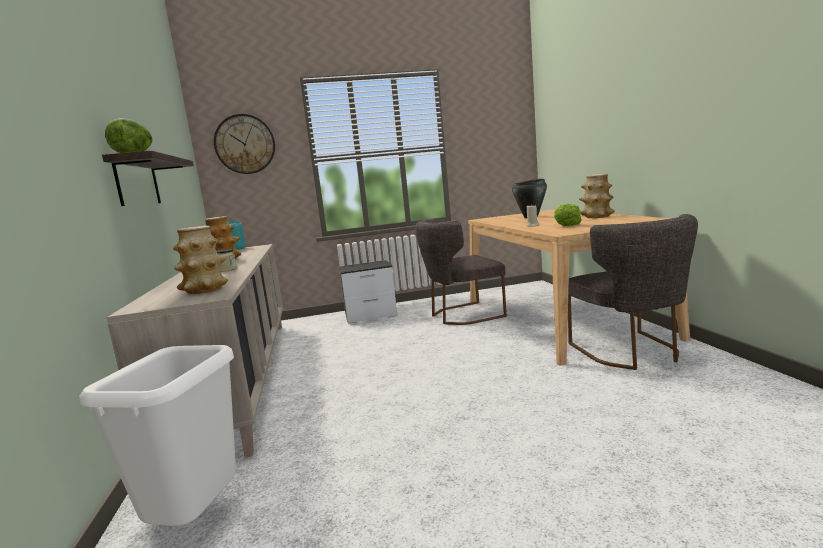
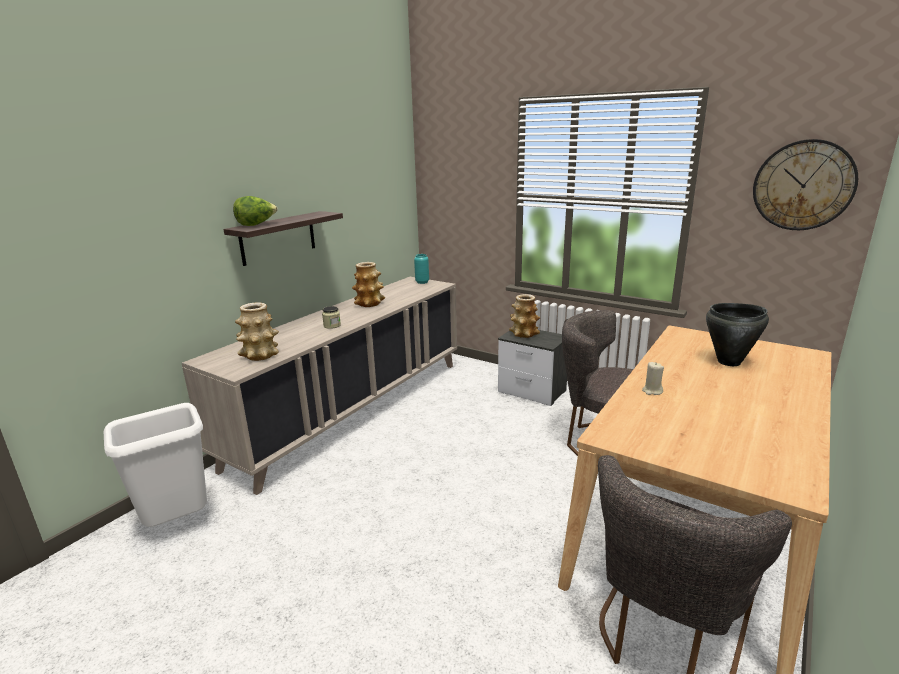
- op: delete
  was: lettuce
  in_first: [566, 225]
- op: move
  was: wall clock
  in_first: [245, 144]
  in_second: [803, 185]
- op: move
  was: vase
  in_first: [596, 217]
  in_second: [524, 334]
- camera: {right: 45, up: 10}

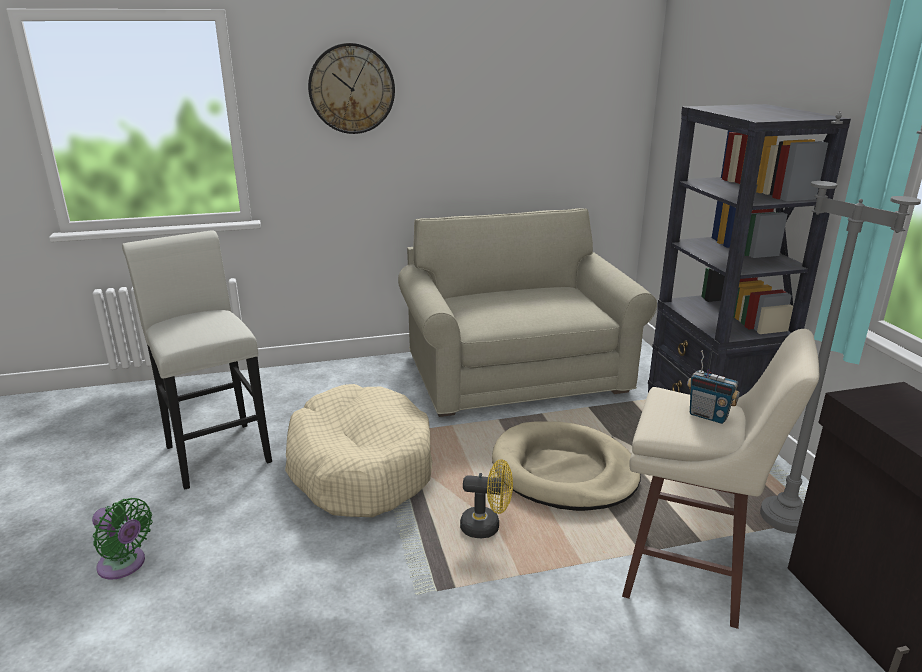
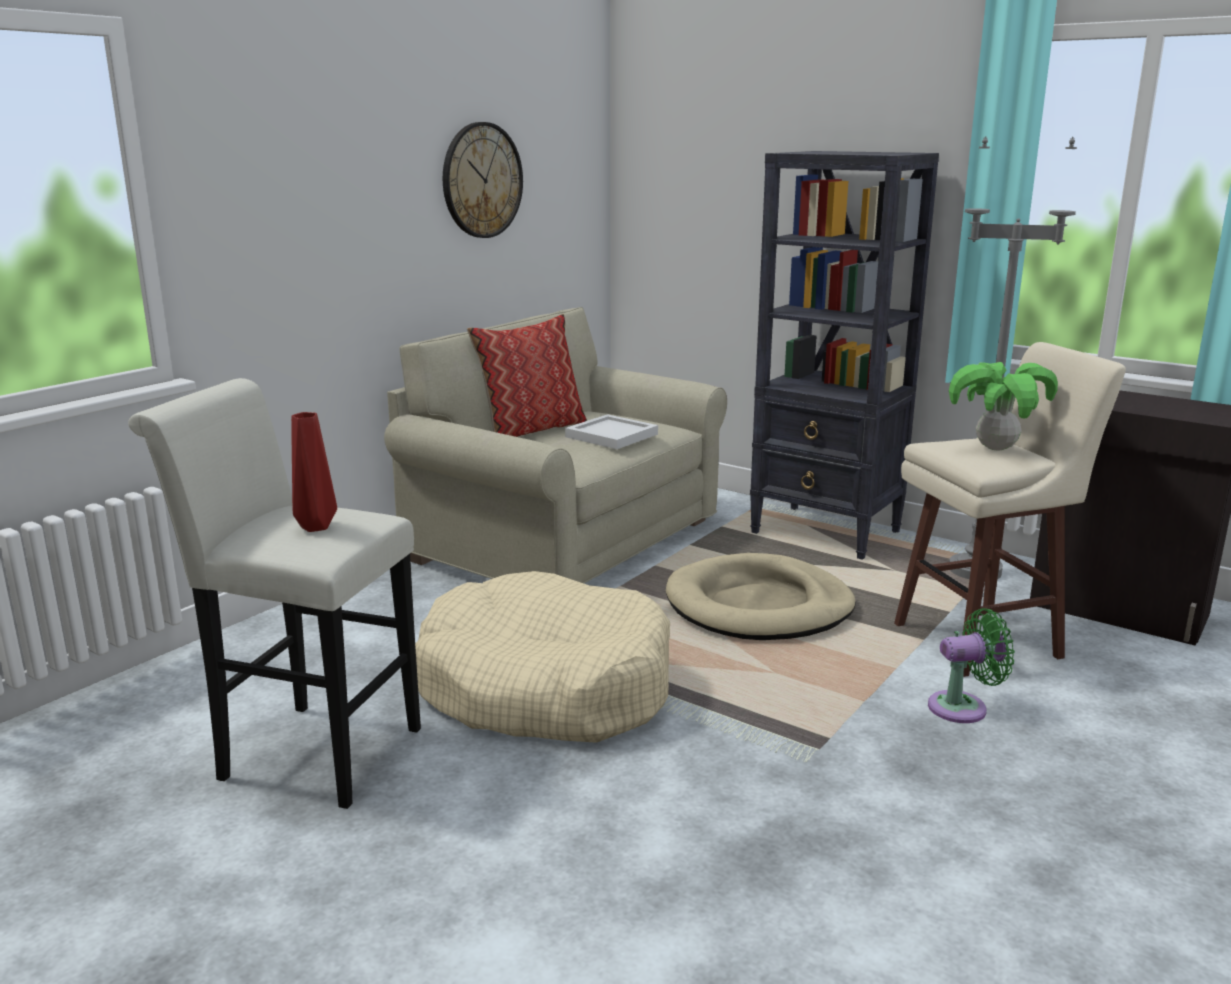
- op: delete
  was: fan (yellow)
  in_first: [487, 526]
- op: insert
  now: vase (red)
  in_second: [318, 527]
- op: insert
  now: pillow
  in_second: [531, 429]
- op: insert
  now: tray (white)
  in_second: [611, 435]
- op: move
  was: fan (green)
  in_first: [124, 565]
  in_second: [963, 707]
- op: move
  was: wall clock
  in_first: [351, 89]
  in_second: [482, 180]
- op: replace
  was: radio
  now: potted plant
  in_first: [708, 416]
  in_second: [995, 448]
- camera: {right: -40, up: -5}

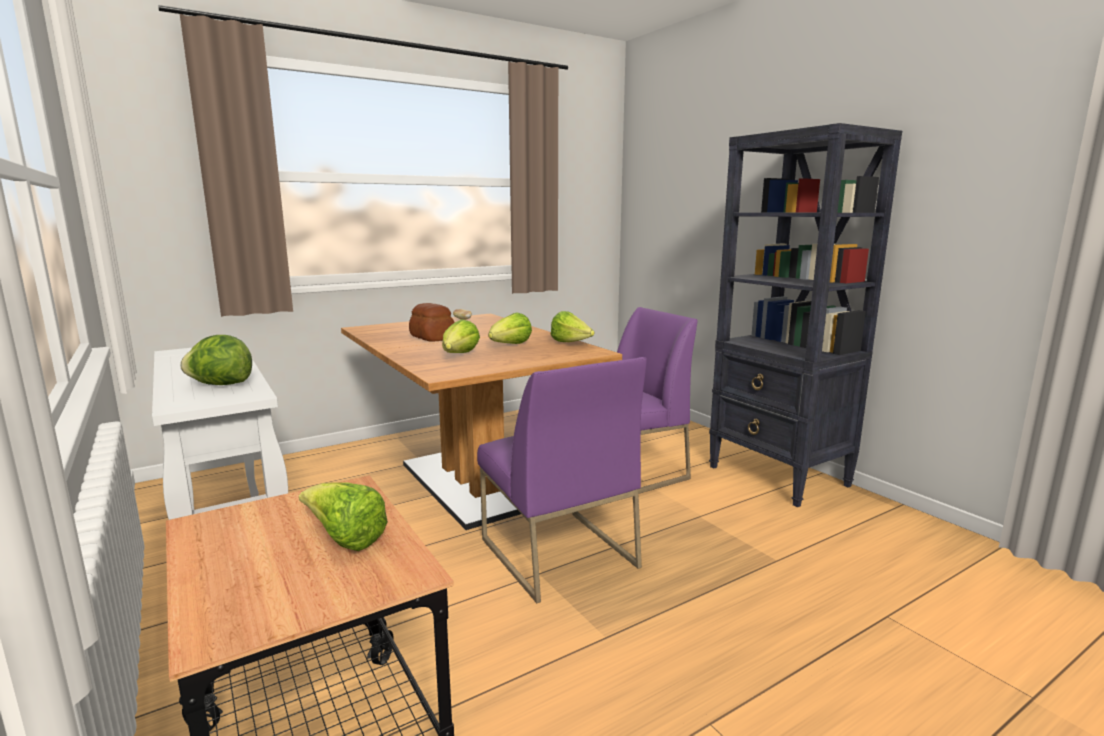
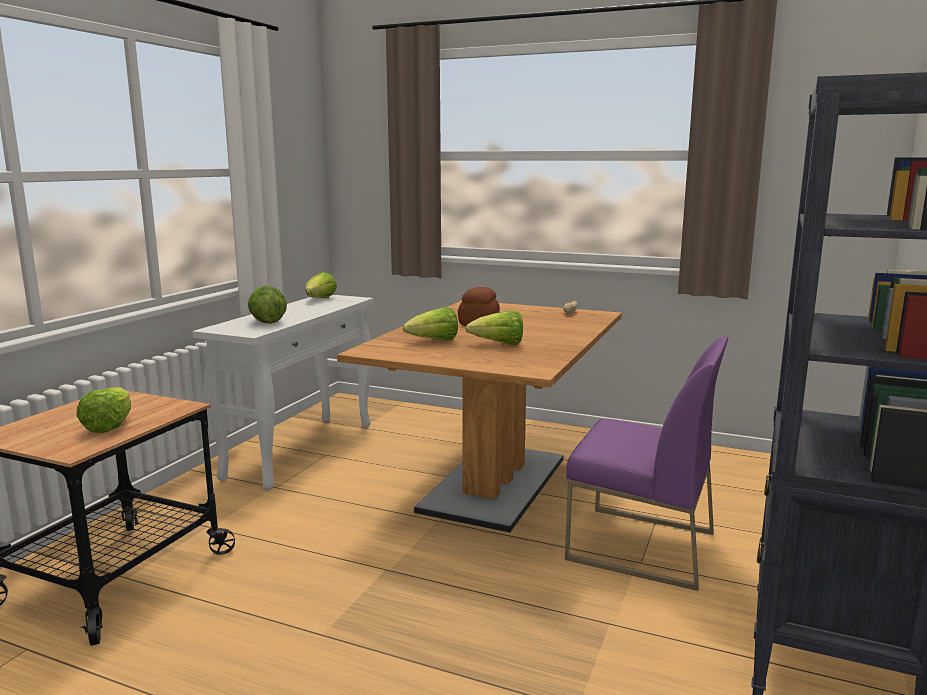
- op: delete
  was: chair (purple)
  in_first: [556, 552]
- op: move
  was: lettuce
  in_first: [571, 343]
  in_second: [320, 299]
- camera: {right: 55, up: 0}

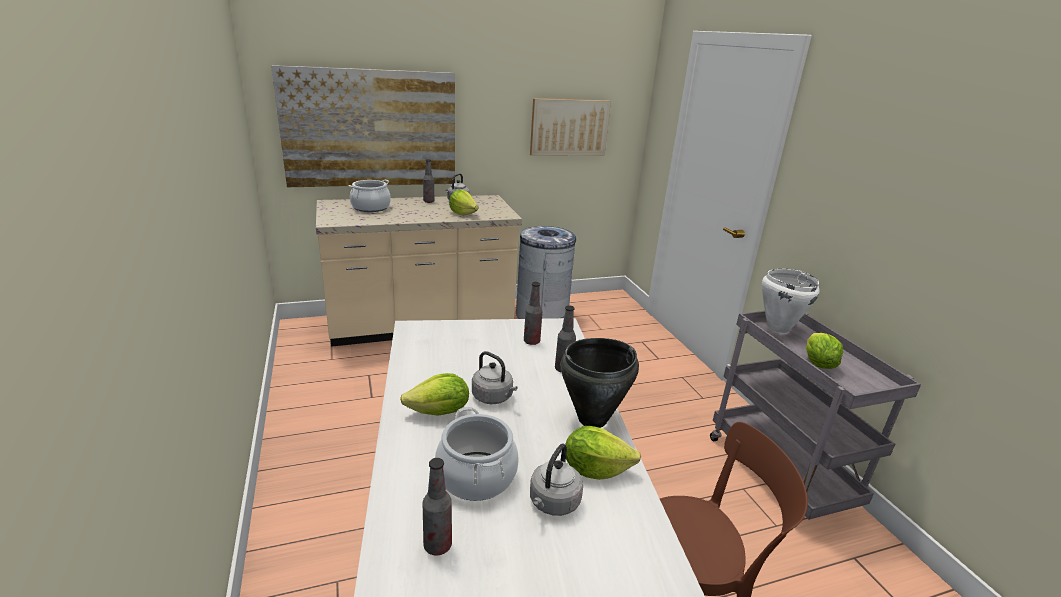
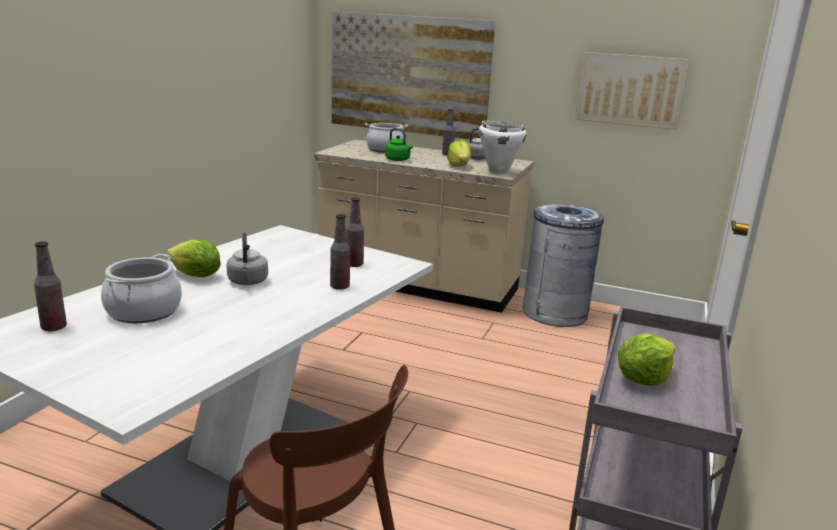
- op: delete
  was: kettle (grey)
  in_first: [553, 503]
- op: delete
  was: cooking pot (black)
  in_first: [593, 419]
- op: delete
  was: lettuce
  in_first: [595, 469]
- op: insert
  now: kettle (green)
  in_second: [398, 160]
- op: move
  was: cooking pot (white)
  in_first: [777, 328]
  in_second: [498, 172]
- camera: {right: 40, up: -5}

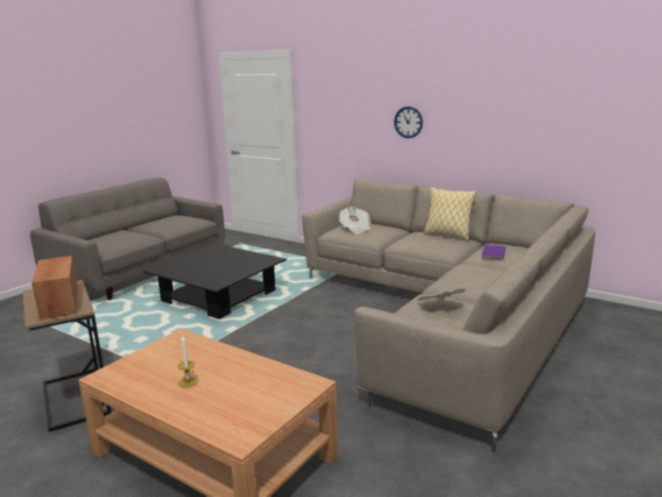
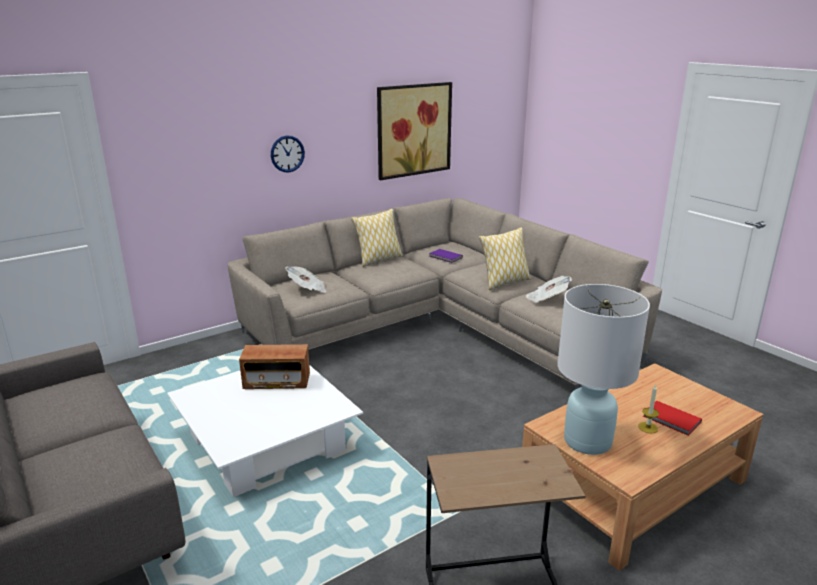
- op: insert
  now: picture
  in_second: [414, 130]
- op: insert
  now: pillow
  in_second: [504, 282]
- op: insert
  now: table lamp (white)
  in_second: [587, 441]
- op: insert
  now: book (red)
  in_second: [671, 420]
- op: move
  was: radio
  in_first: [59, 303]
  in_second: [277, 382]
- op: recolor
  was: coffee table (black)
  now: coffee table (white)
  in_first: [219, 295]
  in_second: [265, 443]
- camera: {right: -70, up: 5}

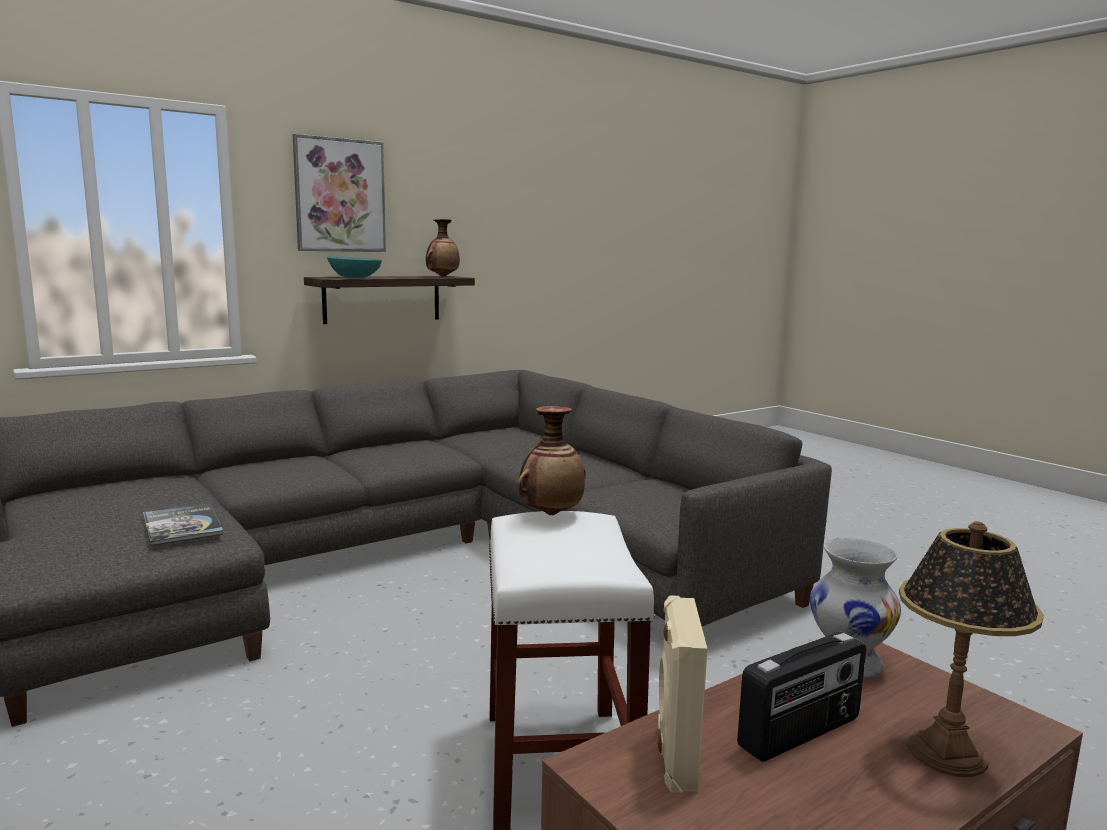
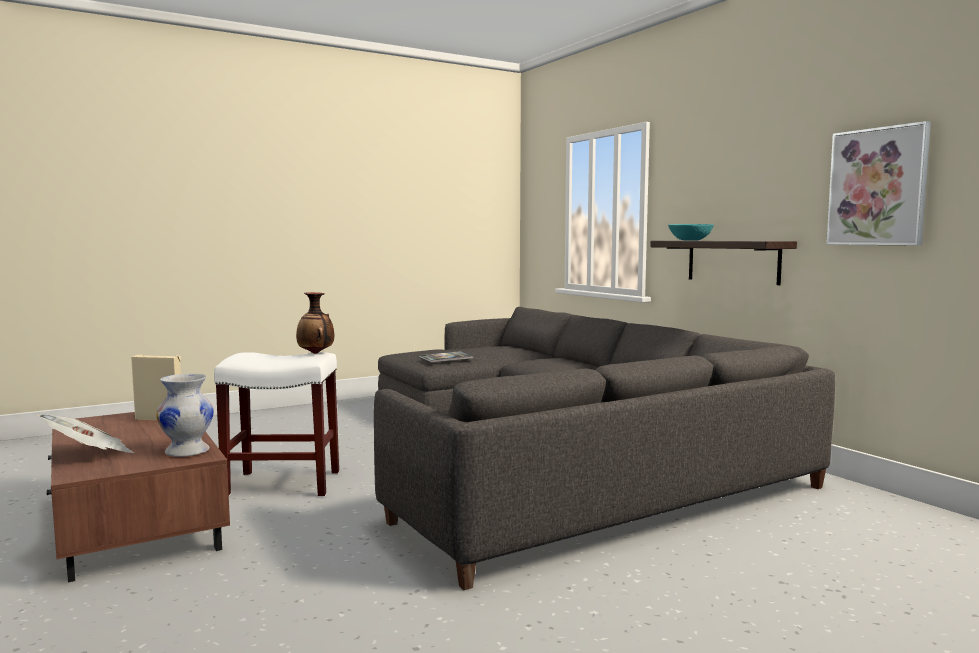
- op: delete
  was: vase
  in_first: [442, 276]
- op: delete
  was: radio
  in_first: [801, 733]
- op: move
  was: picture
  in_first: [339, 195]
  in_second: [877, 187]
- op: replace
  was: table lamp
  now: newspaper
  in_first: [946, 752]
  in_second: [89, 455]
- camera: {right: 95, up: -5}

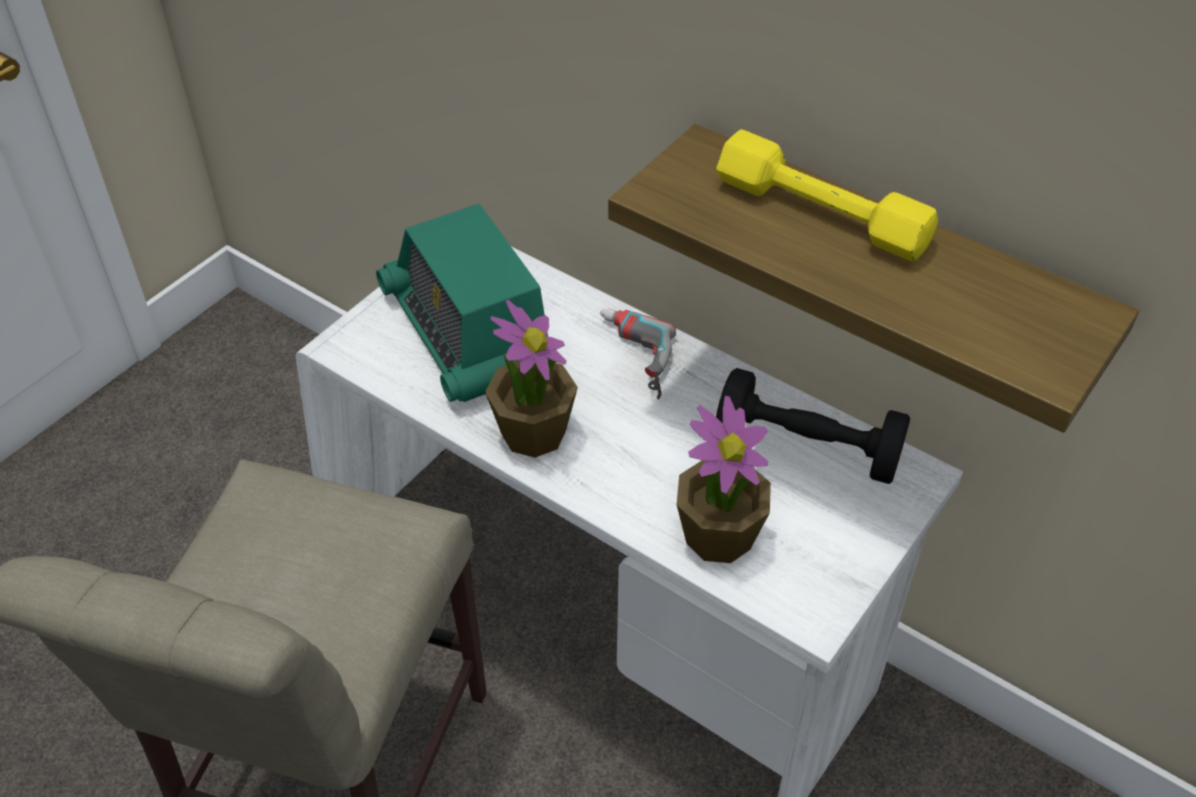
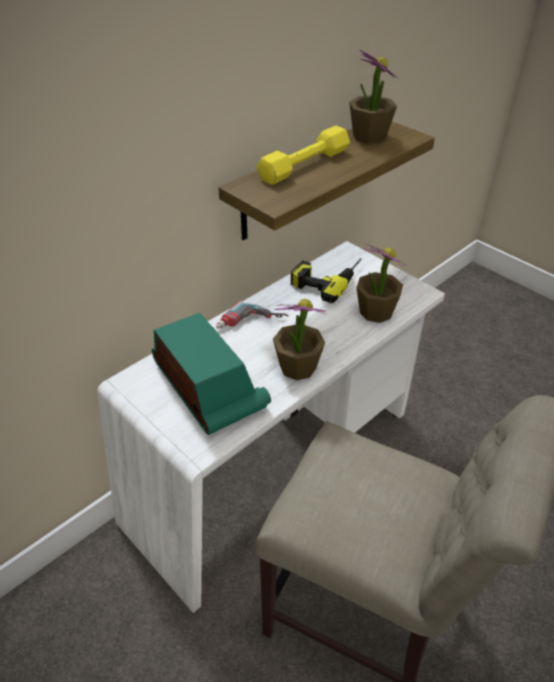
- op: insert
  now: potted plant
  in_second: [369, 136]
- op: replace
  was: dumbbell (black)
  now: power drill
  in_first: [807, 448]
  in_second: [326, 278]
- op: rotate
  was: radio
  in_first: [467, 332]
  in_second: [208, 387]
  clockwise: -105
- camera: {right: -80, up: -5}

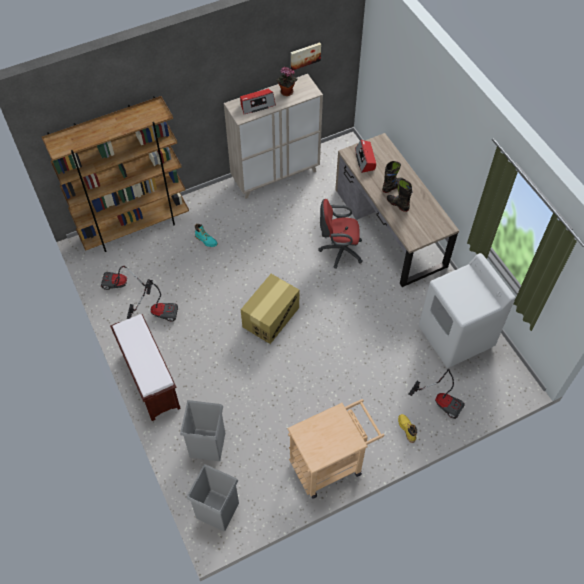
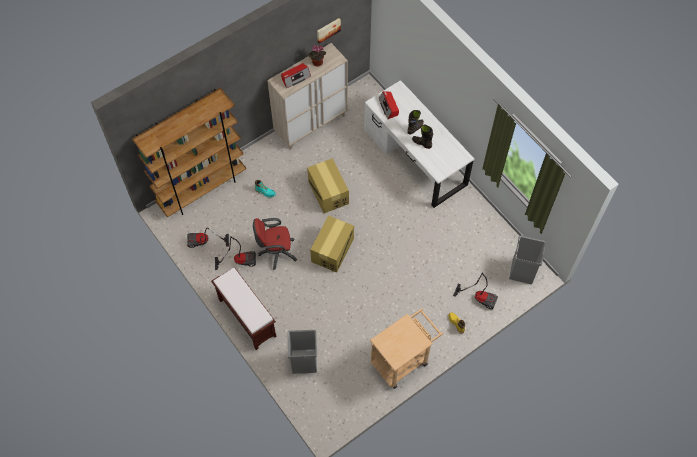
- op: delete
  was: washing machine (white)
  in_first: [456, 337]
- op: insert
  now: cardboard box
  in_second: [328, 192]
- op: move
  was: trash can (grey)
  in_first: [217, 510]
  in_second: [522, 271]
- op: move
  was: office chair (red)
  in_first: [339, 251]
  in_second: [276, 252]
- op: recolor
  was: desk (brown)
  now: desk (white)
  in_first: [390, 227]
  in_second: [415, 157]
- camera: {right: -10, up: 5}

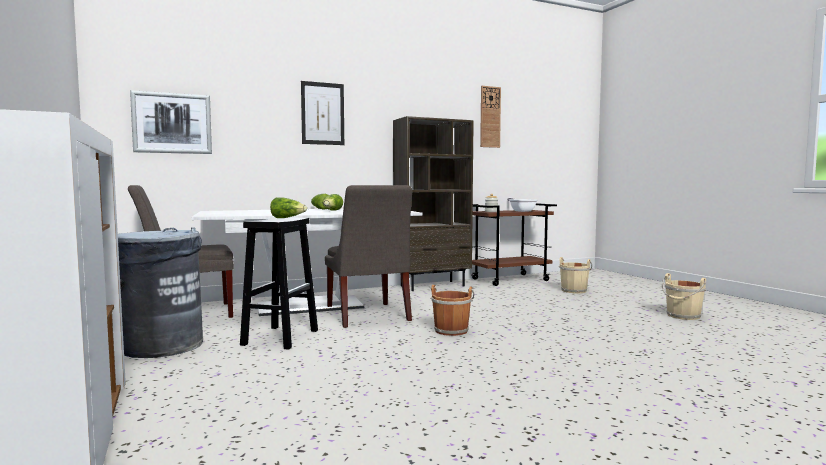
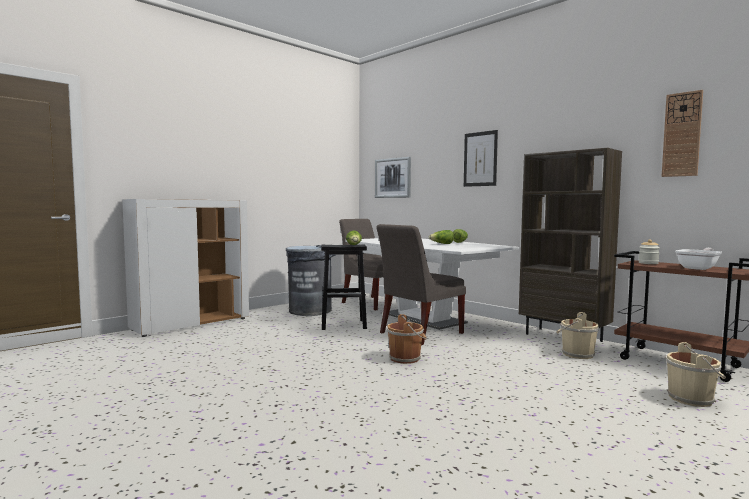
- op: move
  was: bucket (beige)
  in_first: [683, 316]
  in_second: [576, 354]
- camera: {right: 70, up: 0}

